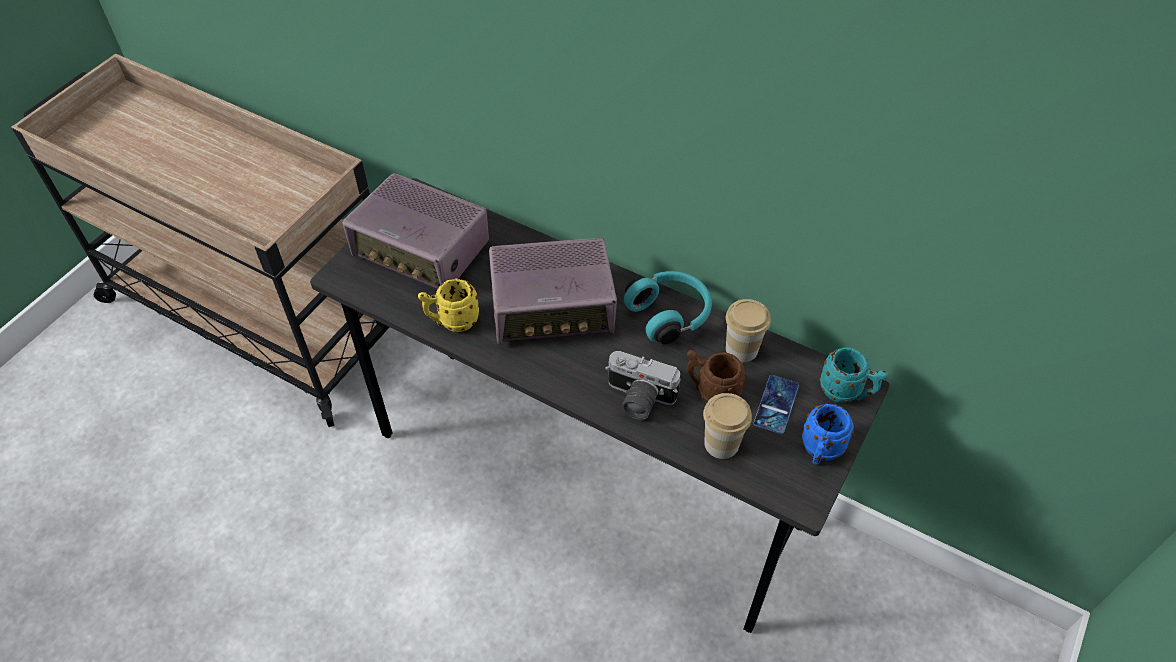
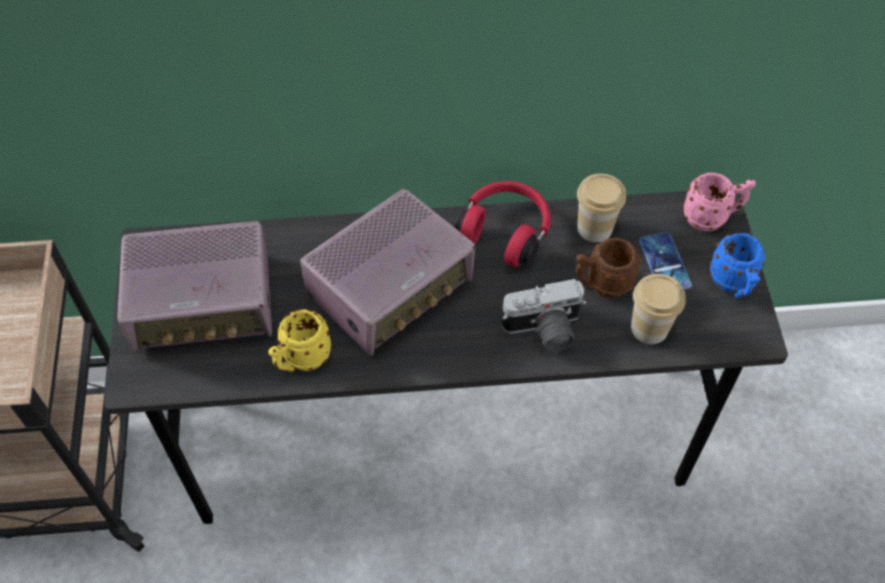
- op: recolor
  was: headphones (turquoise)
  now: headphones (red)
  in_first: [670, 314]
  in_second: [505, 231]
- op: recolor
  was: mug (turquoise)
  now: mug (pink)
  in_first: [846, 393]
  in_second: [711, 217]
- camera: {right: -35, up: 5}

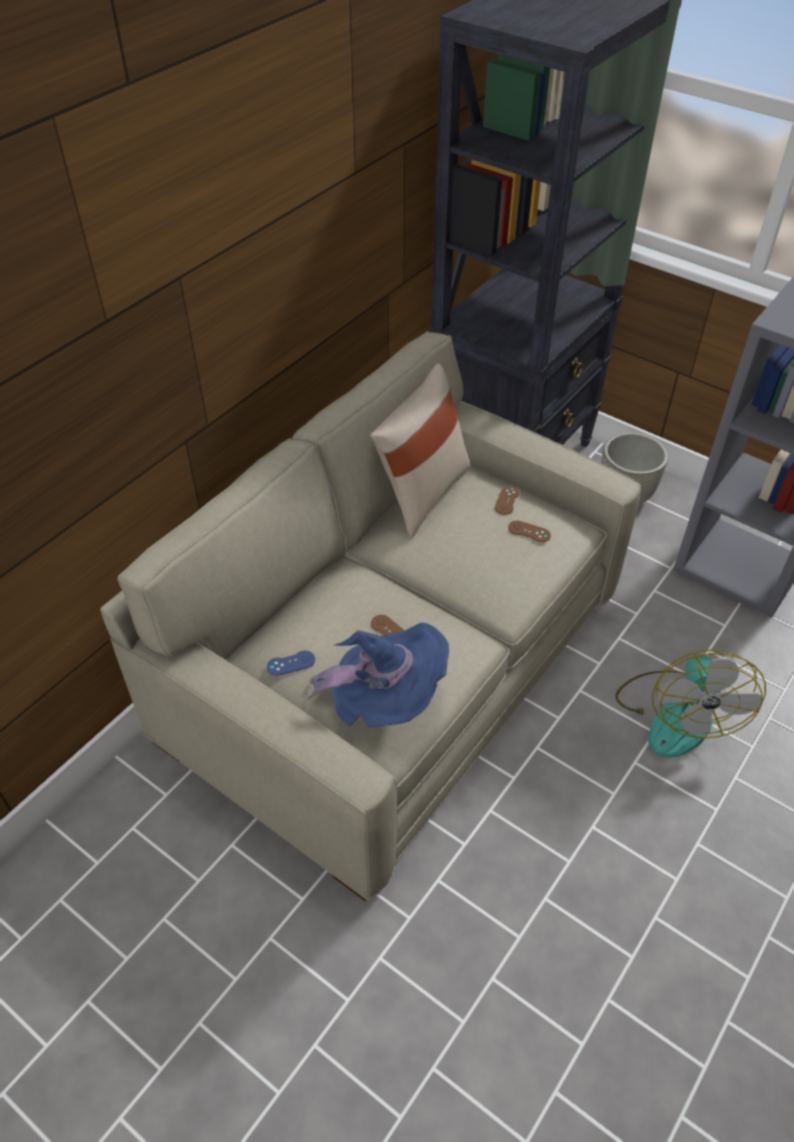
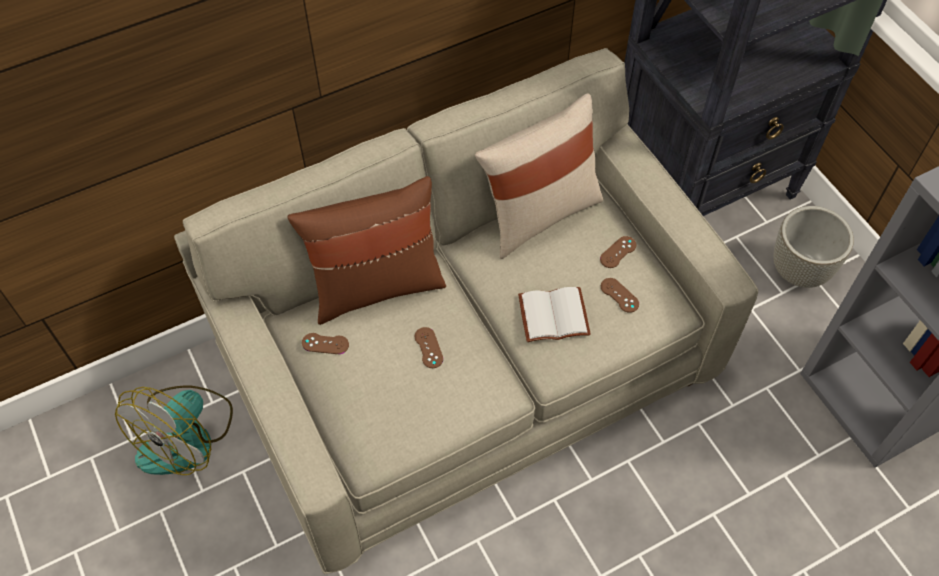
- op: delete
  was: hat (blue)
  in_first: [386, 699]
- op: insert
  now: pillow (brown)
  in_second: [376, 286]
- op: insert
  now: book (white)
  in_second: [554, 314]
- op: move
  was: fan
  in_first: [676, 714]
  in_second: [187, 435]
- op: recolor
  was: game controller (blue)
  now: game controller (brown)
  in_first: [291, 663]
  in_second: [325, 344]
- camera: {right: 25, up: 10}

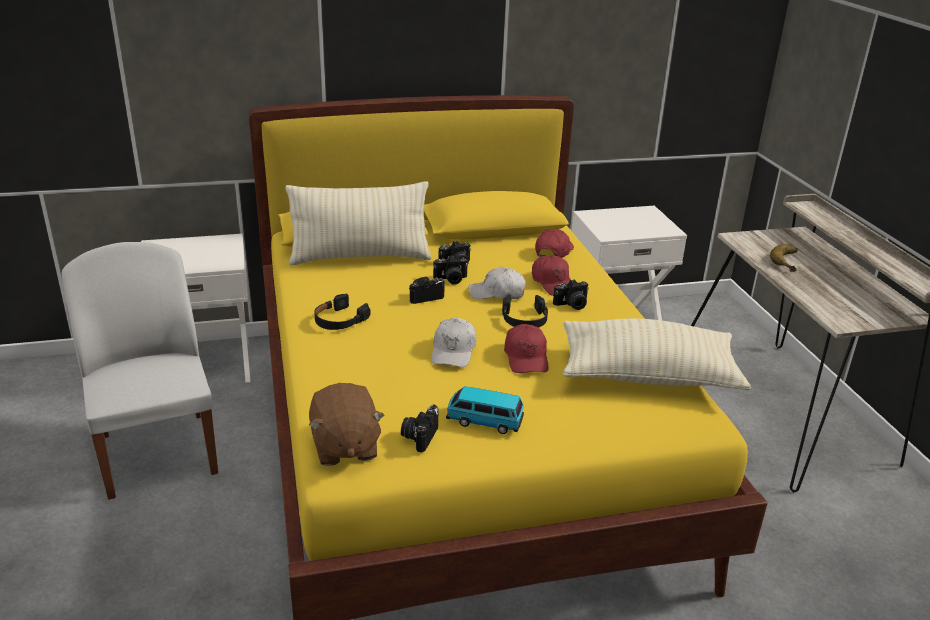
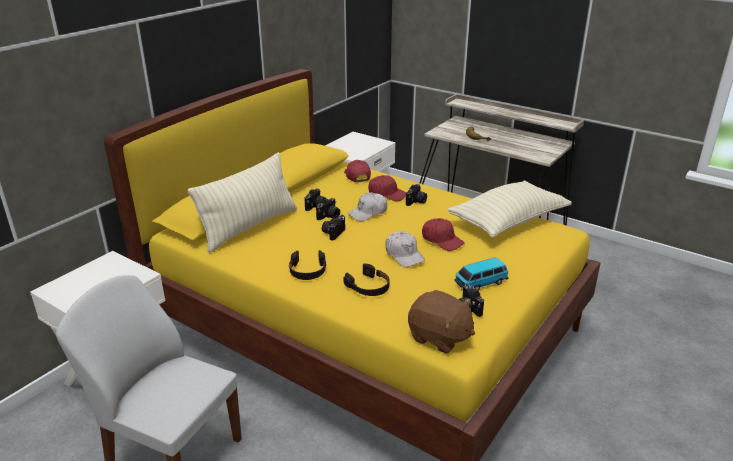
- op: move
  was: headphones (black)
  in_first: [524, 319]
  in_second: [368, 286]
- camera: {right: -40, up: 0}

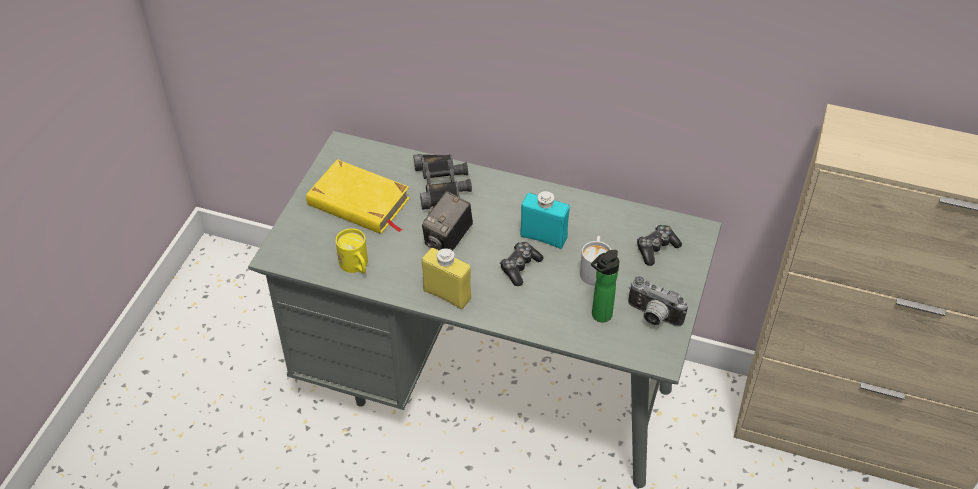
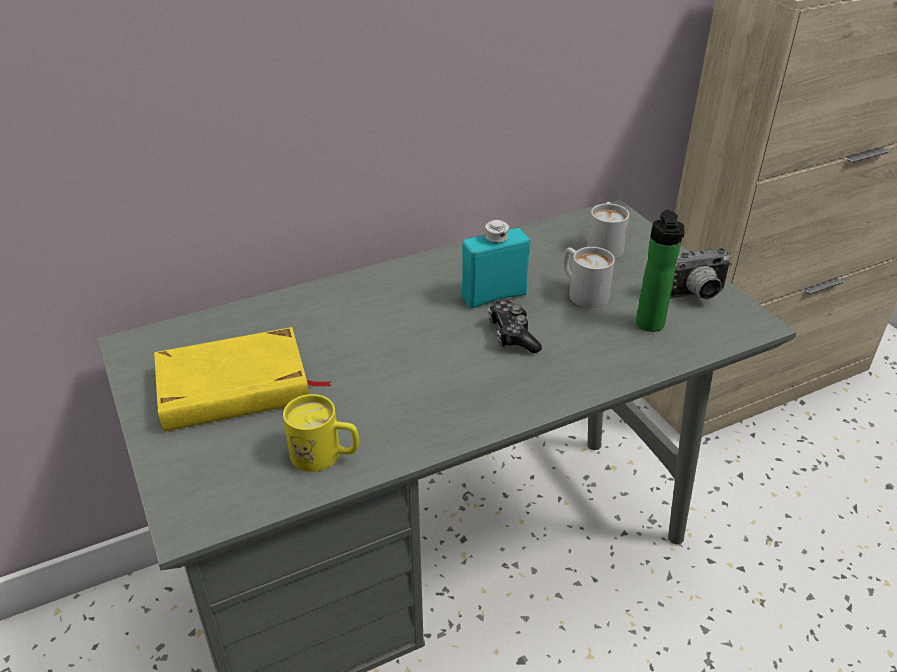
- op: delete
  was: binoculars (black)
  in_first: [442, 185]
- op: delete
  was: photo camera
  in_first: [448, 240]
- op: delete
  was: bottle (yellow)
  in_first: [447, 294]
- op: replace
  was: game controller
  now: mug (white)
  in_first: [656, 249]
  in_second: [604, 245]
- camera: {right: -45, up: -10}

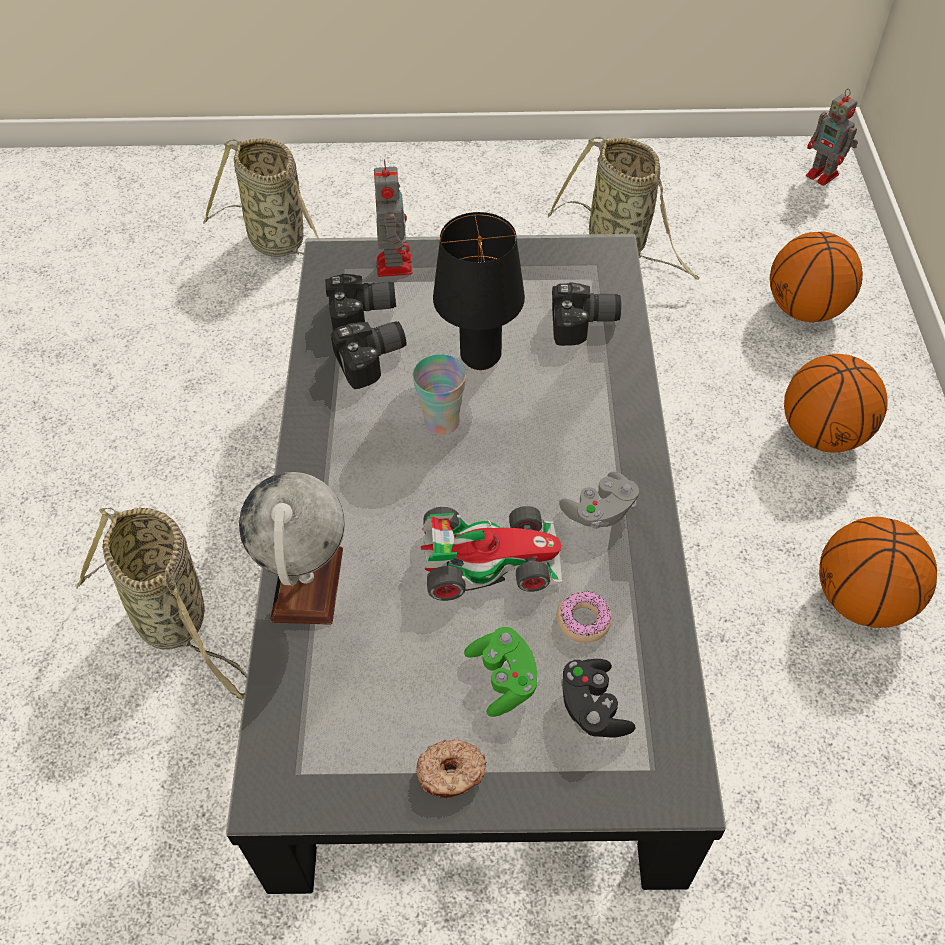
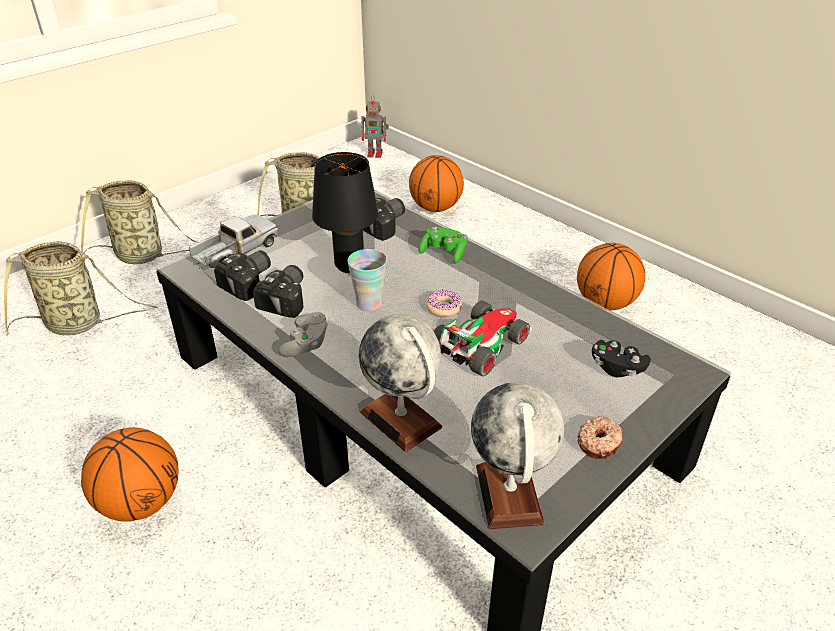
- op: insert
  now: globe
  in_second: [509, 494]
- op: move
  was: basket
  in_first: [176, 622]
  in_second: [144, 256]
- op: move
  was: game controller (green)
  in_first: [503, 679]
  in_second: [444, 253]
- op: move
  was: donut
  in_first: [583, 620]
  in_second: [443, 308]
- op: move
  was: game controller (grey)
  in_first: [600, 511]
  in_second: [306, 344]
- op: move
  was: basketball
  in_first: [822, 434]
  in_second: [141, 503]
- op: replace
  was: toy robot
  now: toy truck
  in_first: [394, 264]
  in_second: [236, 252]
- camera: {right: -45, up: -15}

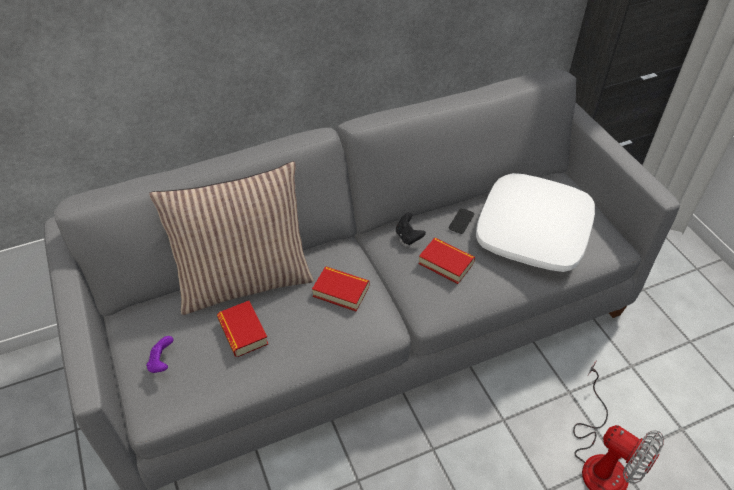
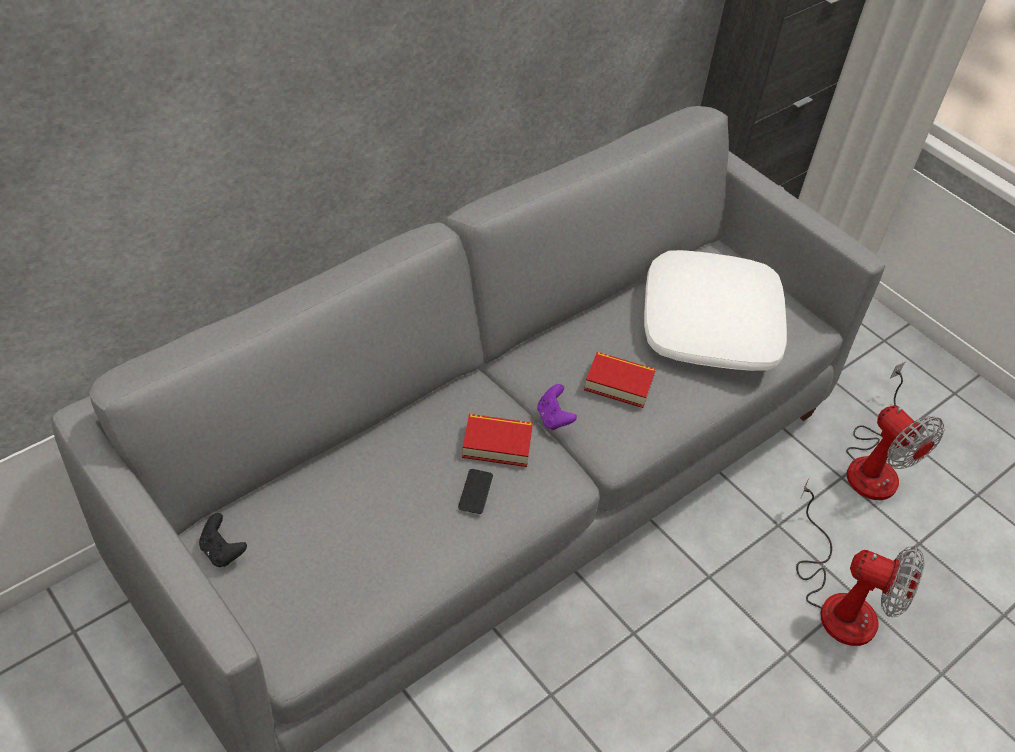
- op: delete
  was: pillow
  in_first: [245, 280]
- op: delete
  was: book
  in_first: [243, 332]
- op: insert
  now: fan
  in_second: [875, 464]
- op: move
  was: game controller (purple)
  in_first: [162, 362]
  in_second: [553, 418]
- op: move
  was: game controller (black)
  in_first: [408, 237]
  in_second: [222, 551]
- op: move
  was: phone
  in_first: [461, 221]
  in_second: [475, 492]
- camera: {right: -20, up: 0}

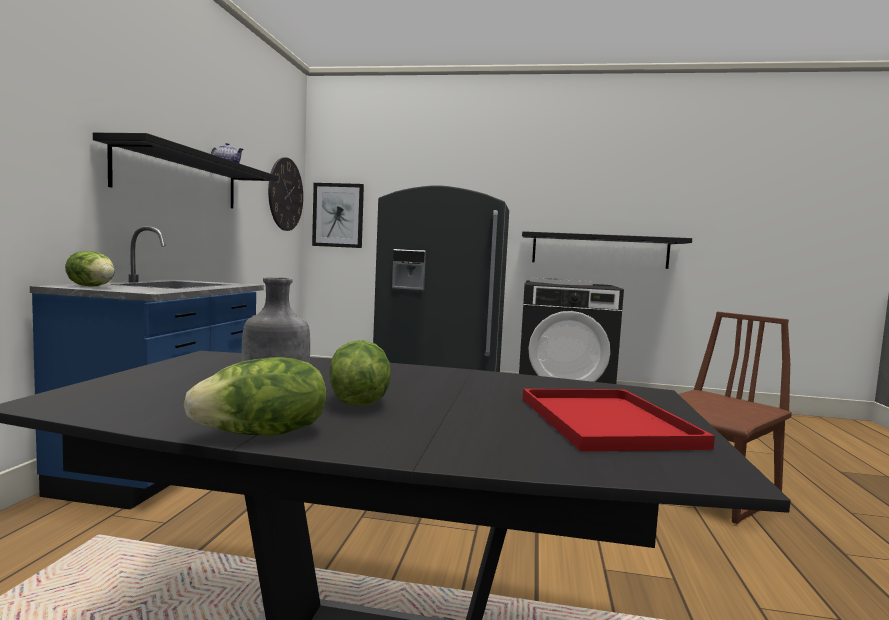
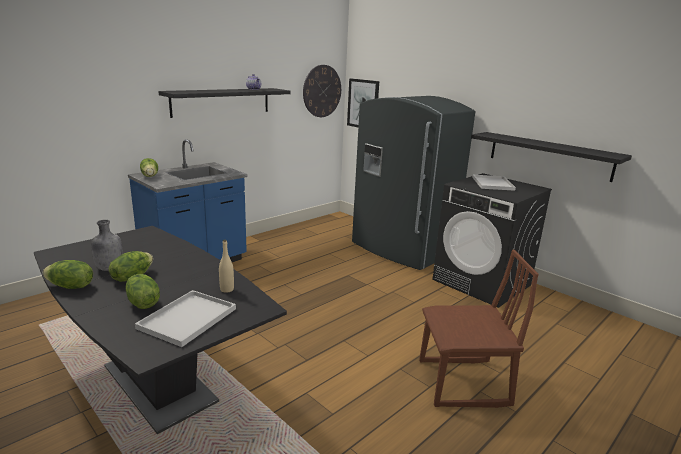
- op: insert
  now: lettuce
  in_second: [142, 303]
- op: insert
  now: bottle (beige)
  in_second: [227, 289]
- op: recolor
  was: tray (red)
  now: tray (white)
  in_first: [602, 420]
  in_second: [188, 317]
- camera: {right: 35, up: 15}

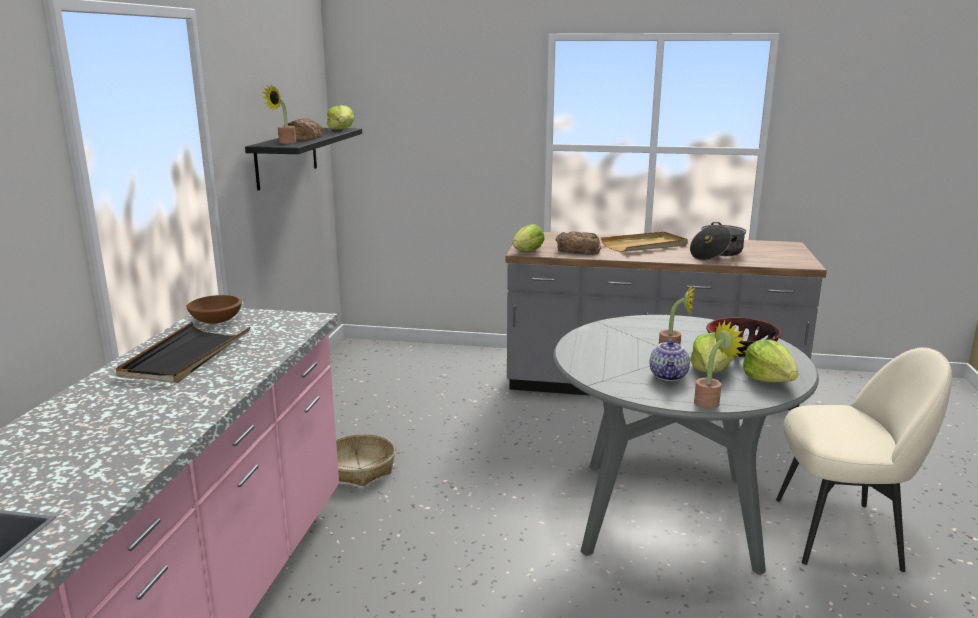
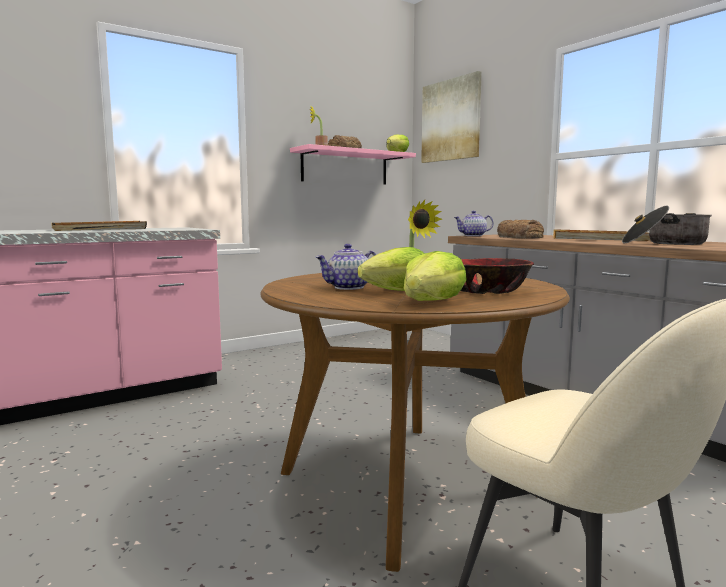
- op: delete
  was: bowl (brown)
  in_first: [217, 321]
- op: delete
  was: basket
  in_first: [359, 469]
- op: delete
  was: potted plant
  in_first: [710, 402]
- op: insert
  now: picture
  in_second: [451, 120]
- op: replace
  was: lettuce
  now: teapot
  in_first: [528, 251]
  in_second: [473, 236]
- op: recolor
  was: shelf (black)
  now: shelf (pink)
  in_first: [287, 157]
  in_second: [345, 167]
- op: recolor
  was: dining table (grey)
  now: dining table (brown)
  in_first: [667, 513]
  in_second: [408, 483]
- camera: {right: 45, up: -10}

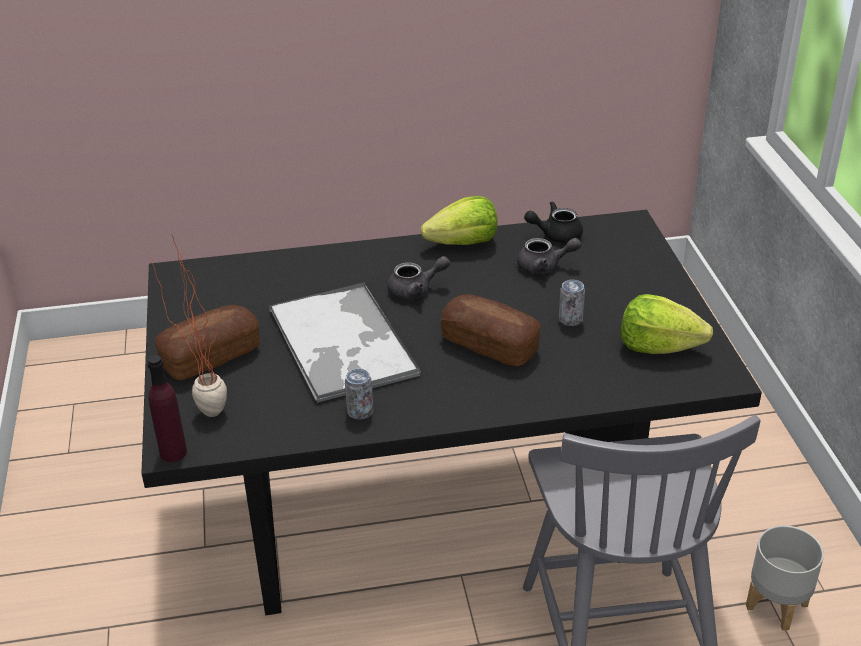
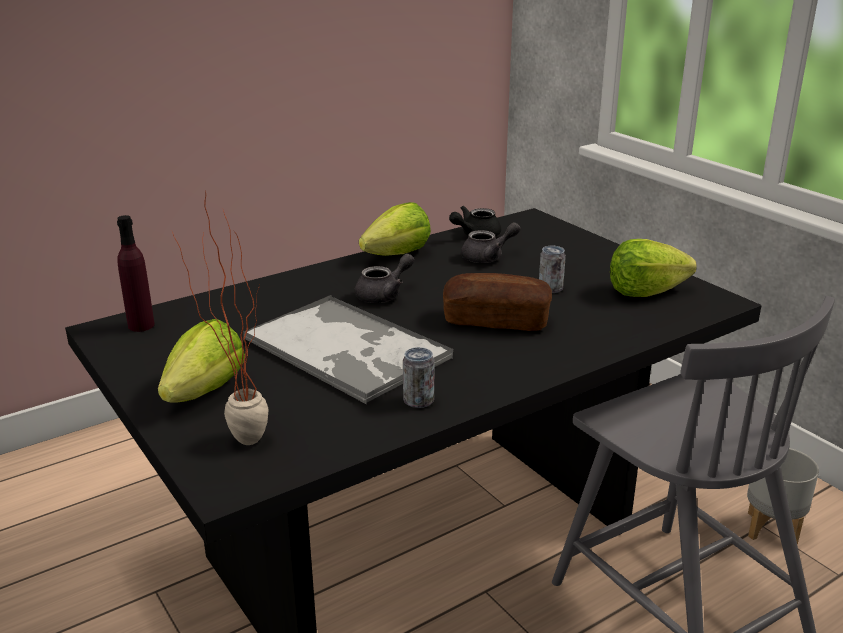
- op: move
  was: bottle (purple)
  in_first: [173, 452]
  in_second: [141, 325]
- op: replace
  was: bread
  now: lettuce
  in_first: [211, 356]
  in_second: [205, 391]
- camera: {right: -25, up: -10}

